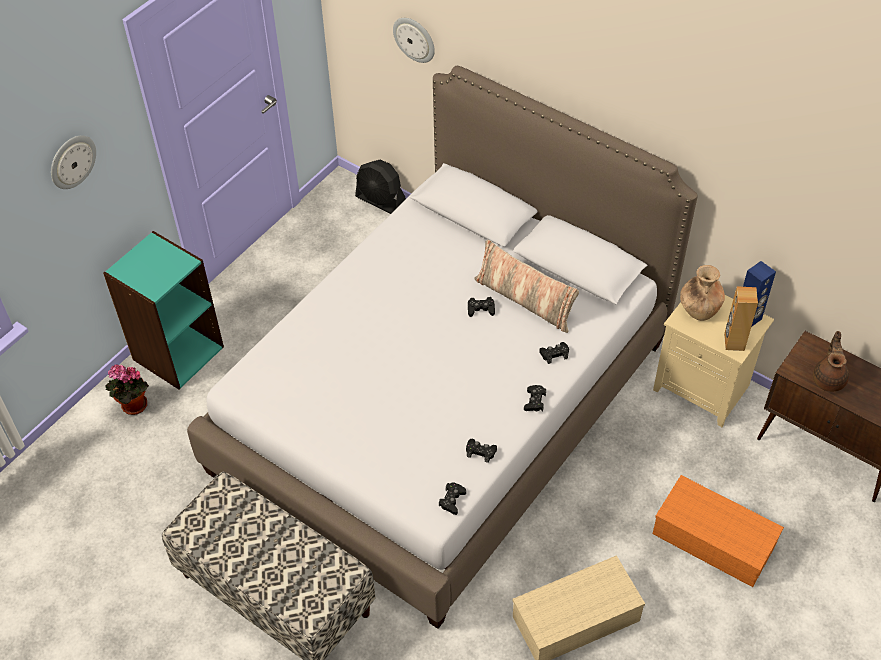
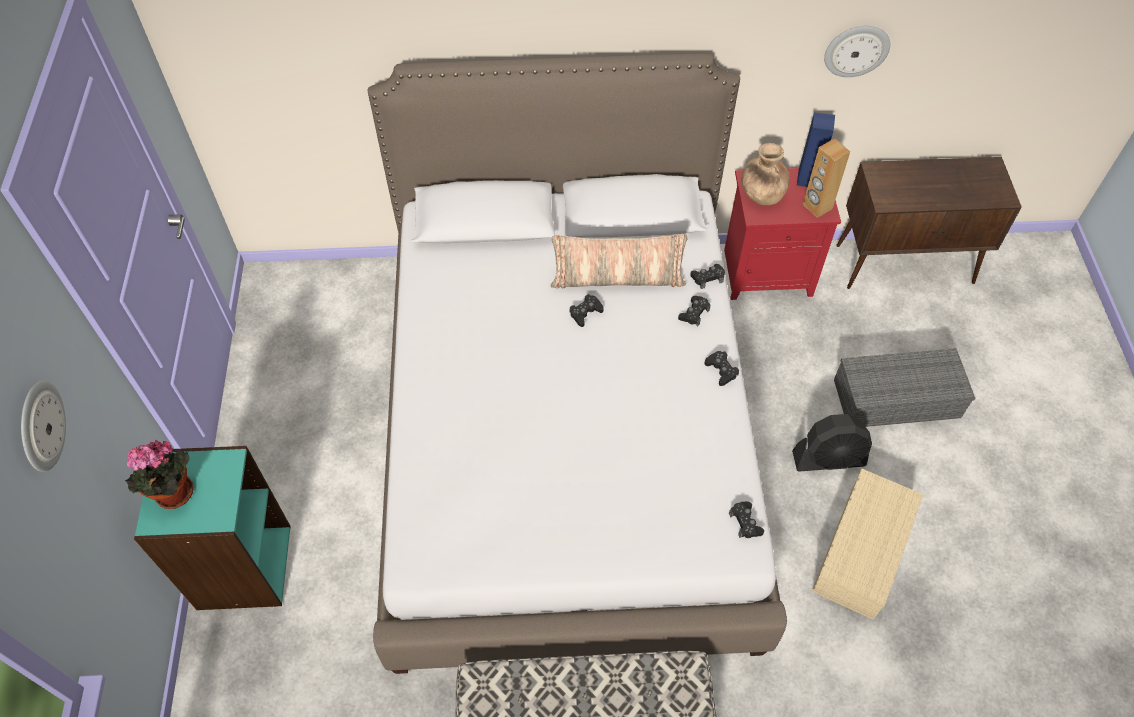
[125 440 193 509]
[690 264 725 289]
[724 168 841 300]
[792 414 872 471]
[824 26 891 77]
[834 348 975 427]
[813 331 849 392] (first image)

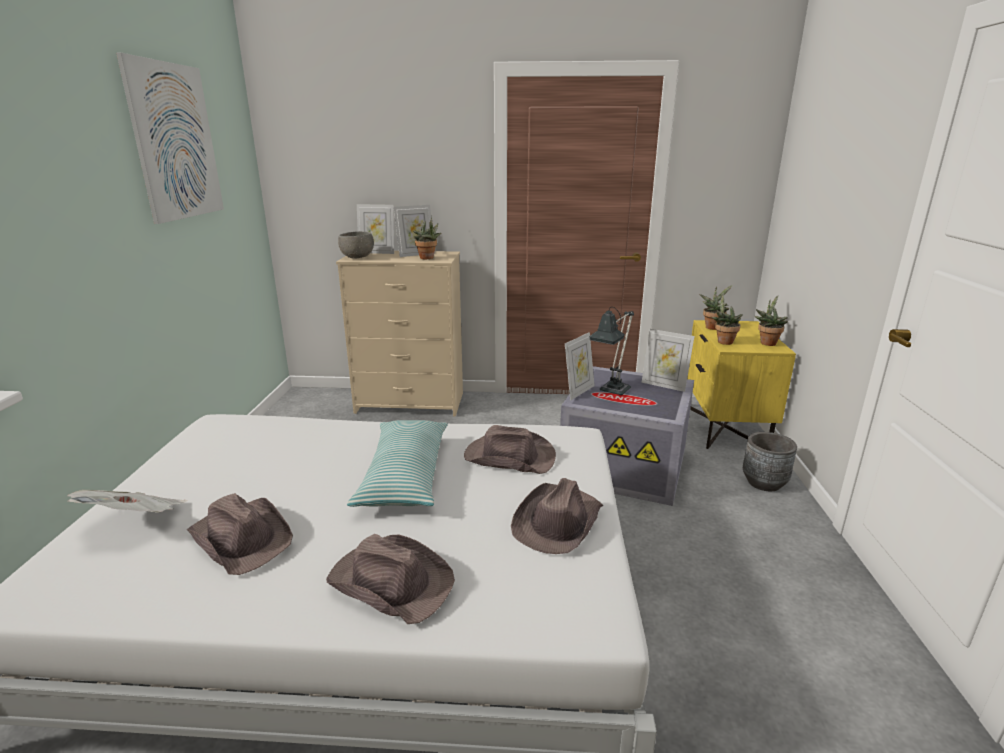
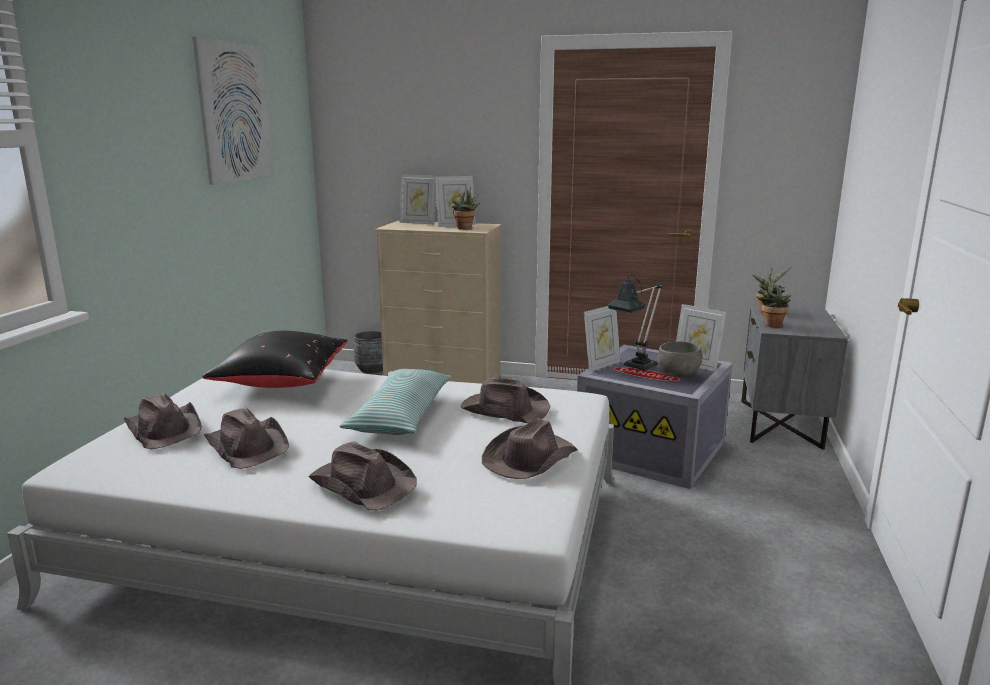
[124 393 202 449]
[202 331 348 388]
[353 330 383 373]
[658 341 702 378]
[741 305 848 450]
[755 296 788 346] (first image)

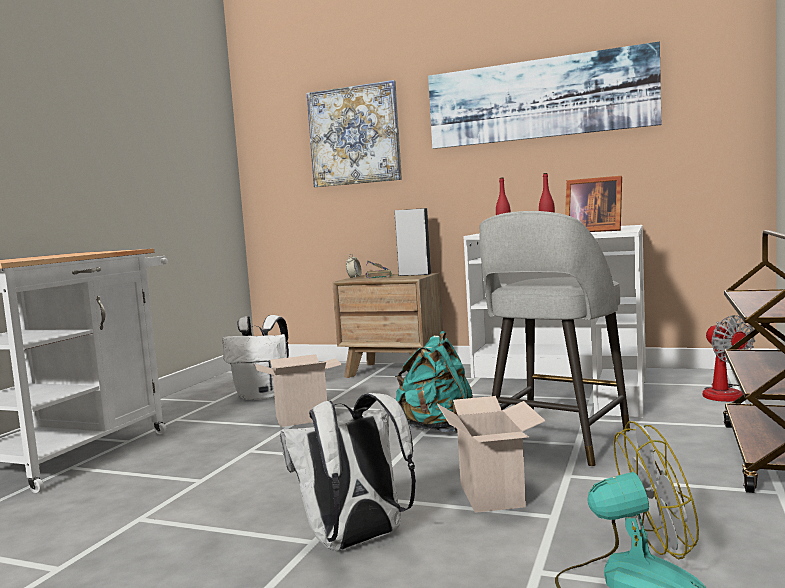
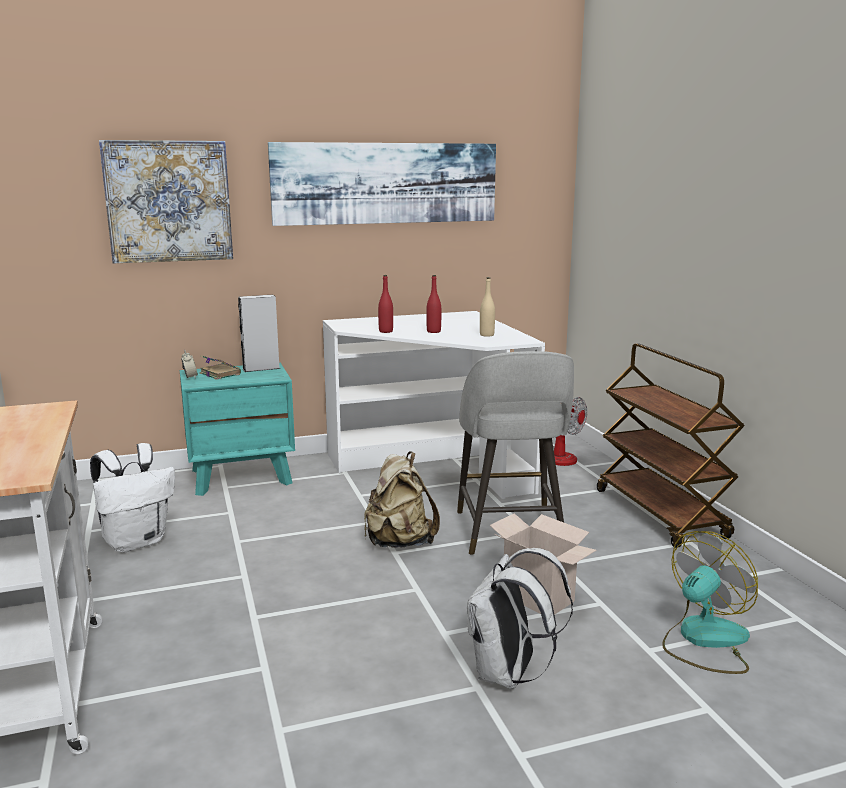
[180 363 295 496]
[364 451 440 548]
[480 277 495 337]
[255 354 342 427] (first image)

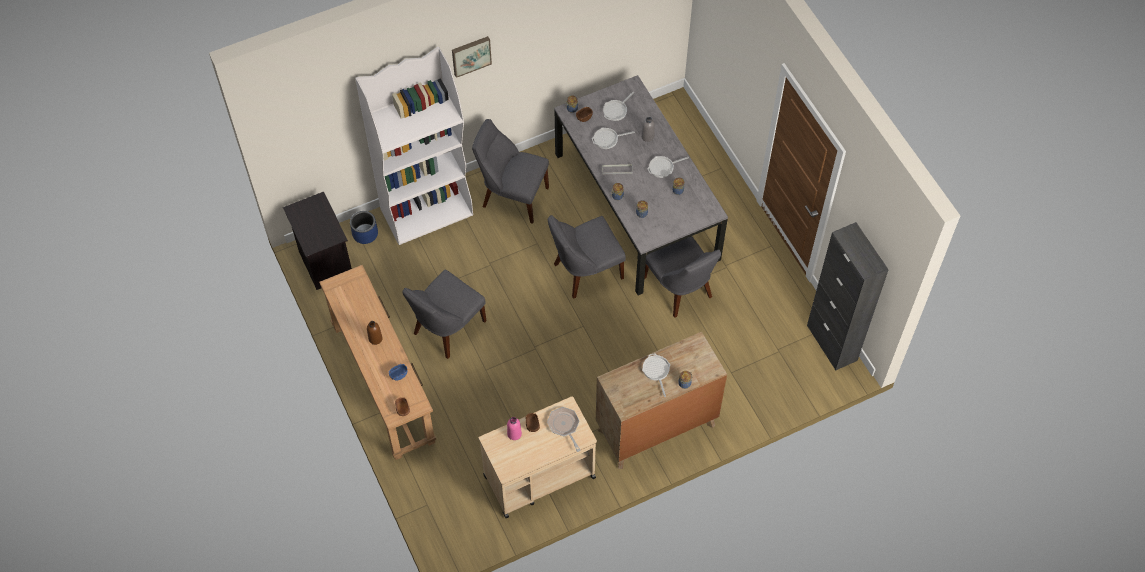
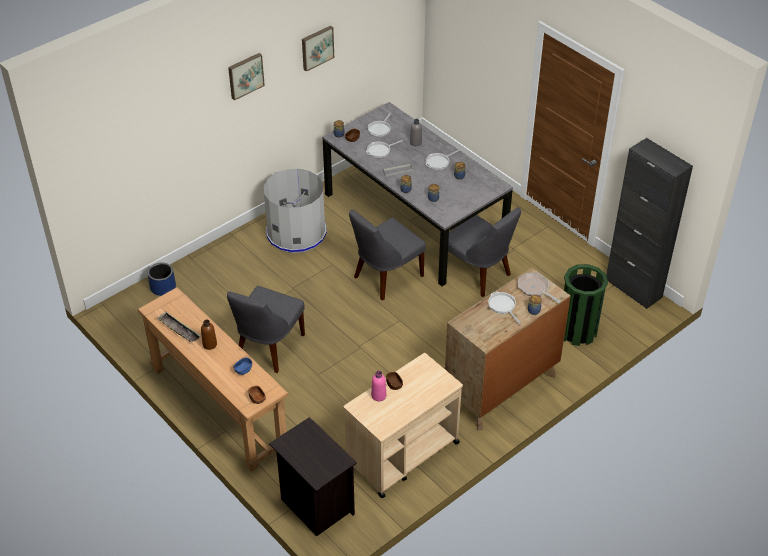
[157 312 201 342]
[264 169 327 253]
[269 417 357 536]
[302 26 334 72]
[518 273 561 303]
[564 264 608 346]
[355 47 473 245] (first image)

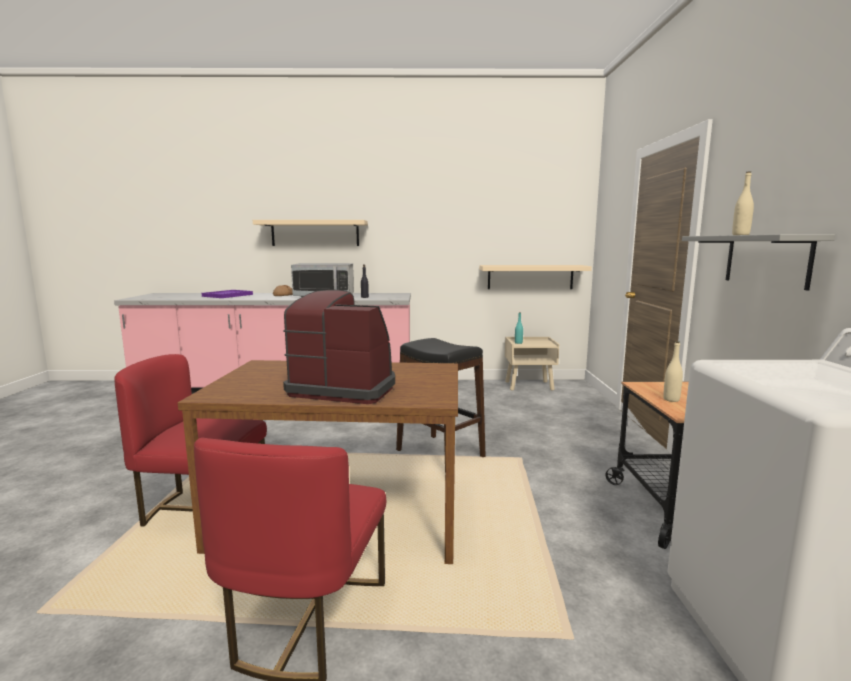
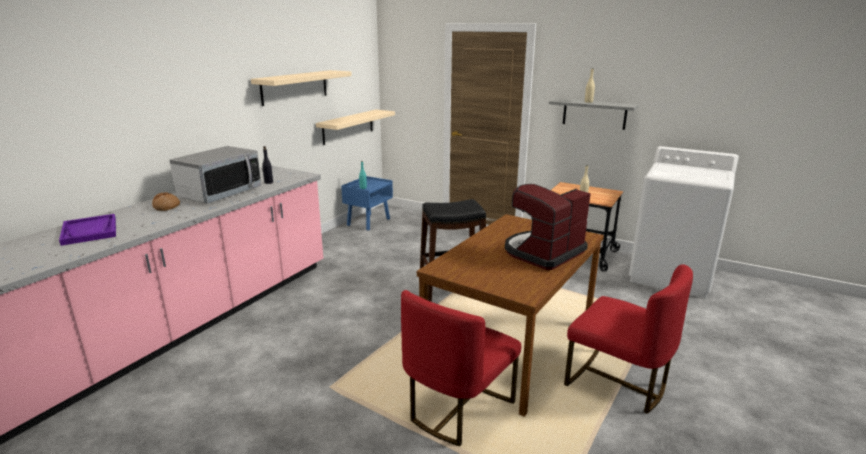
[251 70 352 106]
[341 176 393 230]

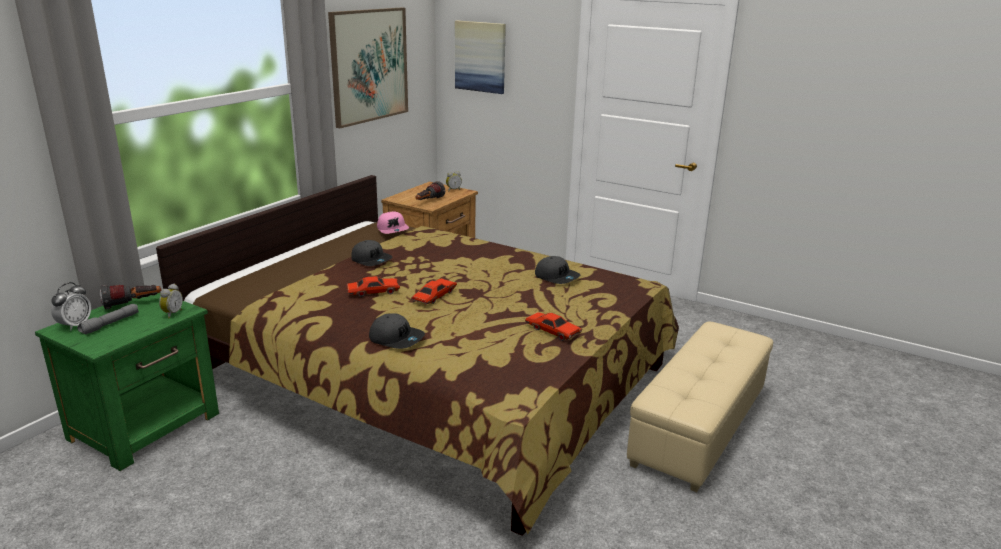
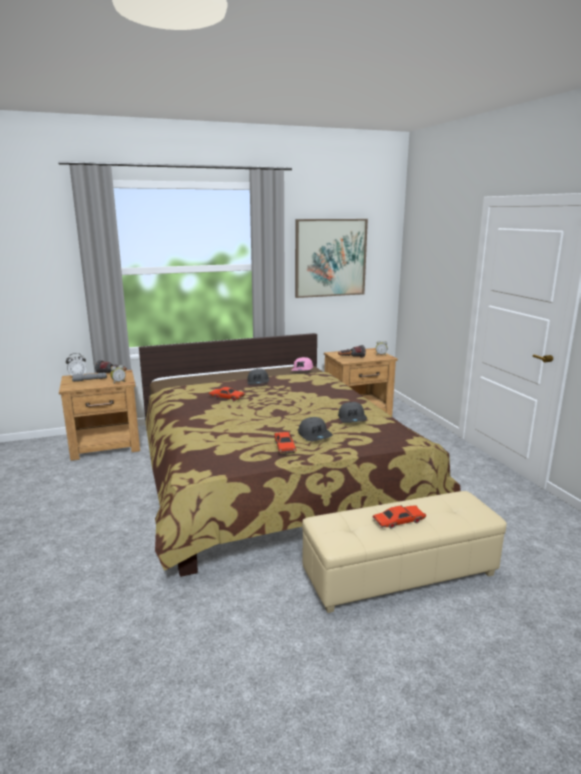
[59 370 140 461]
[298 417 332 441]
[373 505 426 529]
[455 20 506 94] (first image)

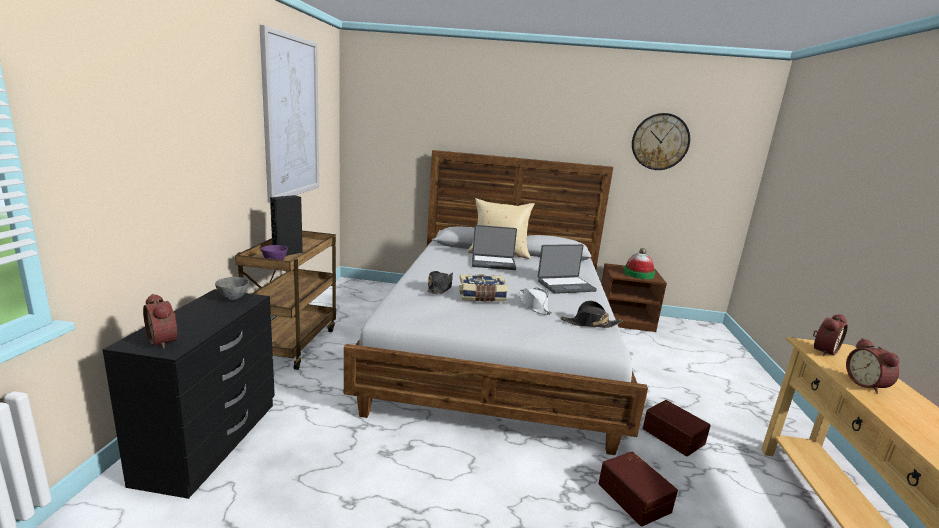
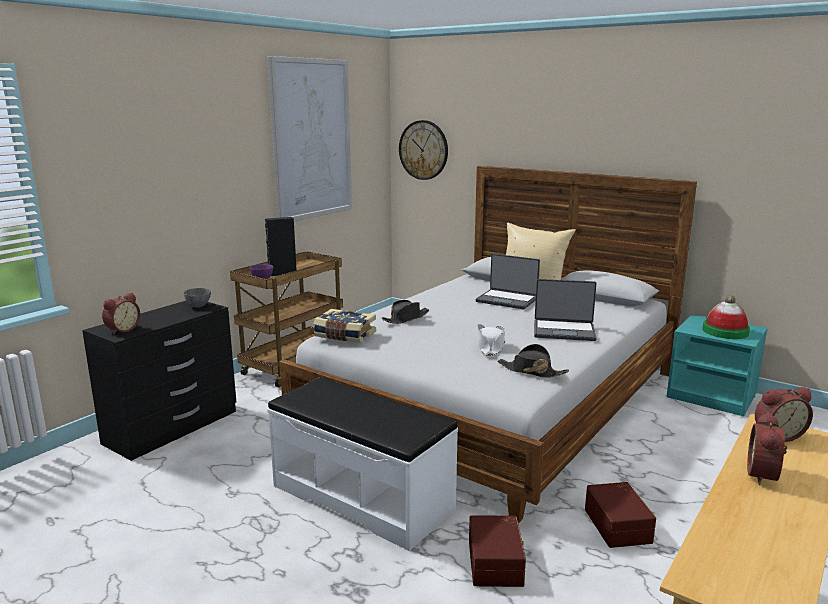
[102 292 140 335]
[267 377 458 551]
[313 309 376 343]
[399 120 448 180]
[667 315 768 417]

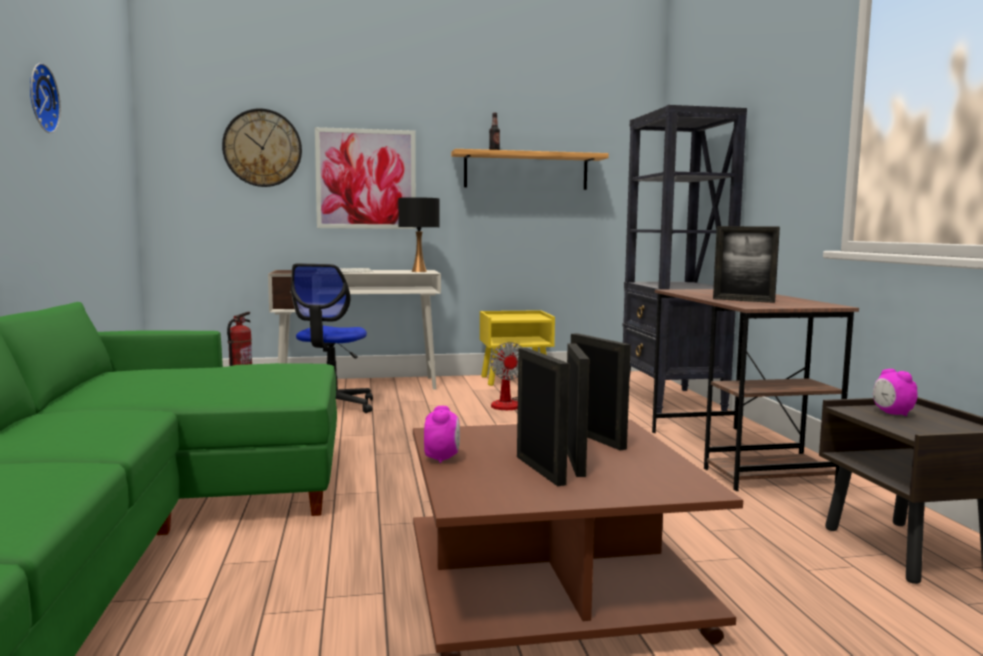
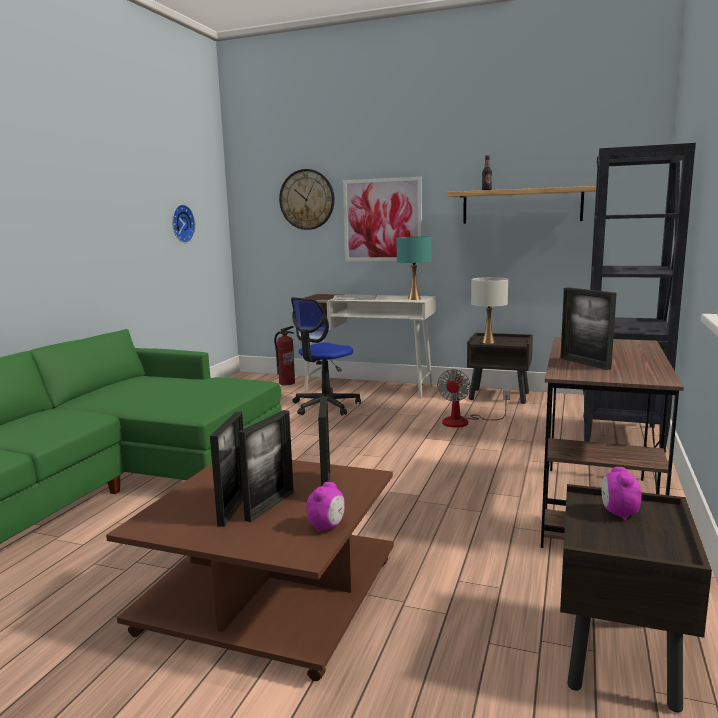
[172 204 195 243]
[306 482 345 533]
[397 236 431 300]
[467 333 533 404]
[471 277 508 344]

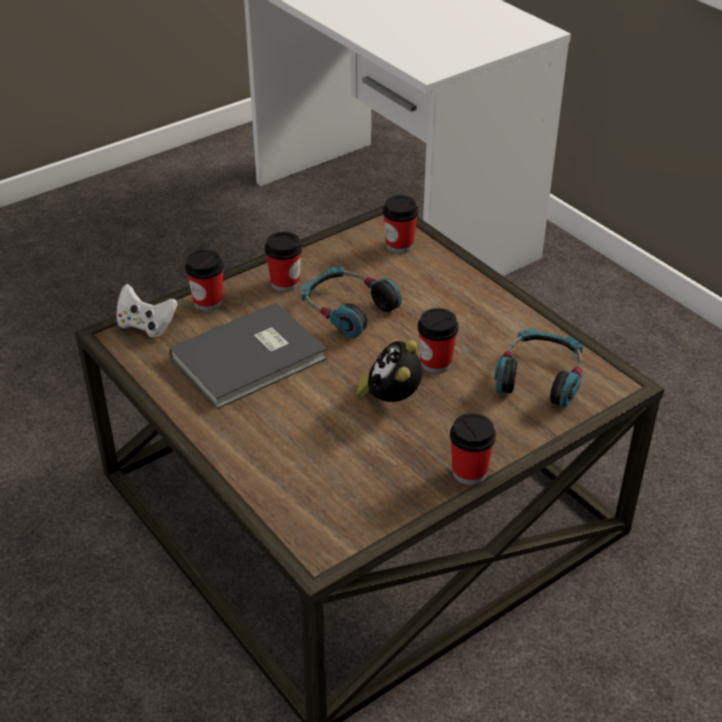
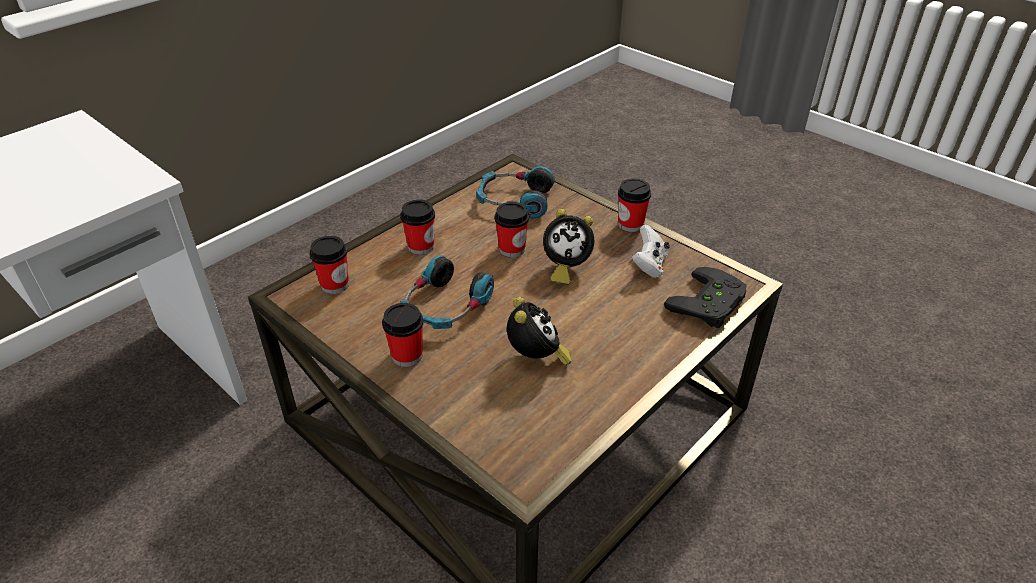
[400 199 435 255]
[507 297 572 366]
[632 224 670 278]
[664 267 747 328]

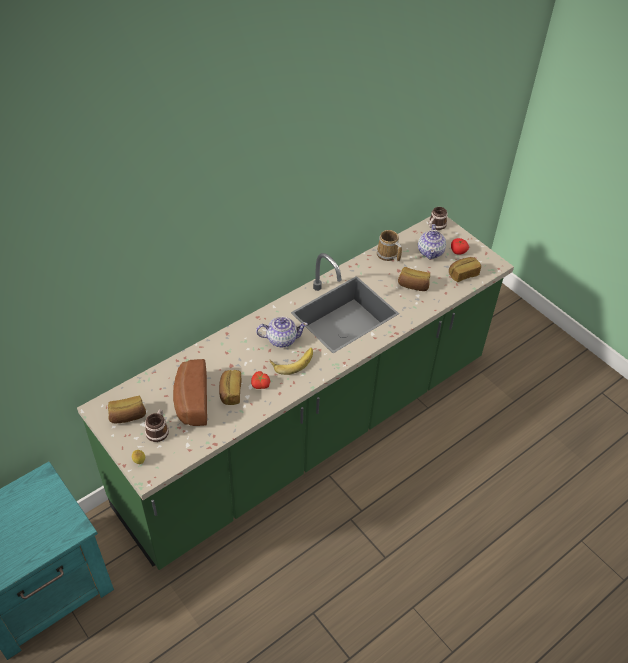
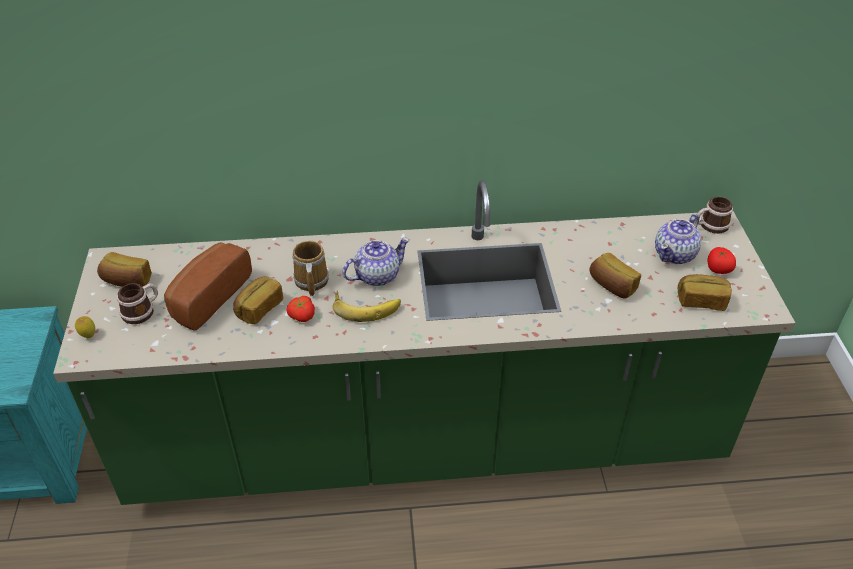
[292 241 329 296]
[342 238 410 286]

